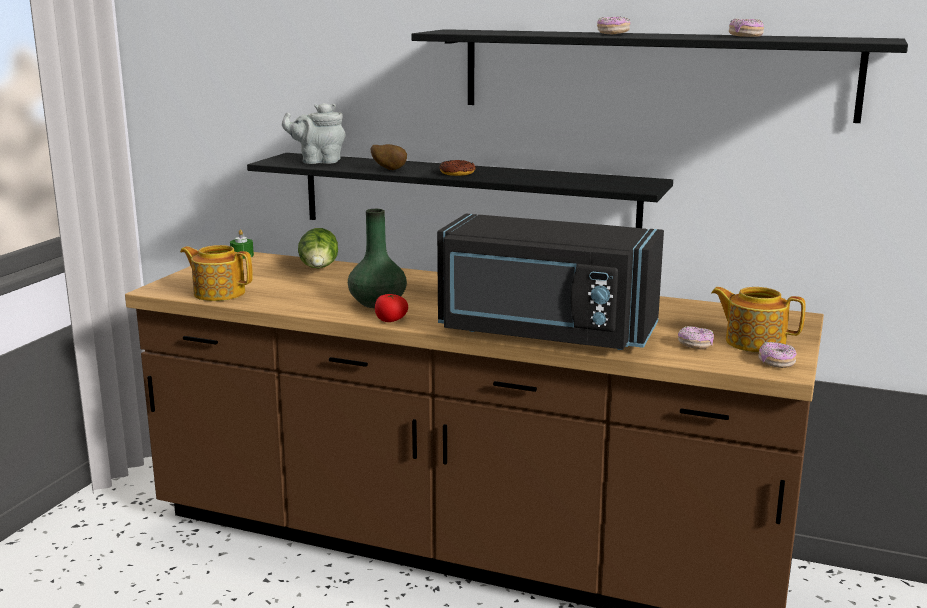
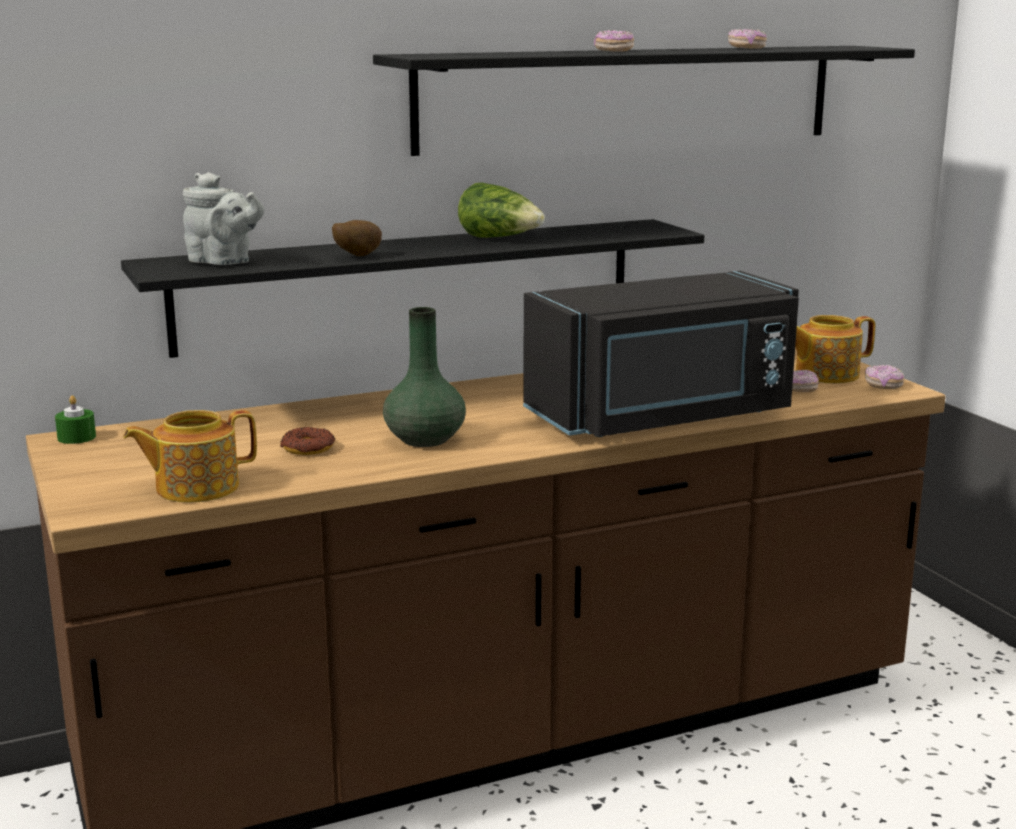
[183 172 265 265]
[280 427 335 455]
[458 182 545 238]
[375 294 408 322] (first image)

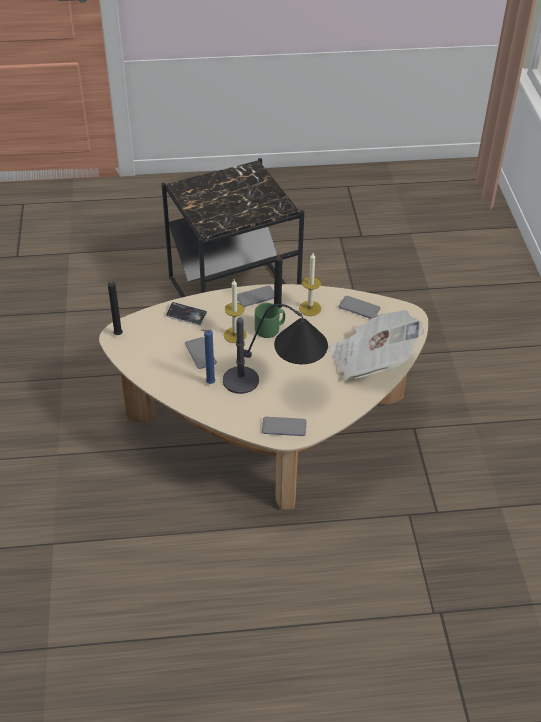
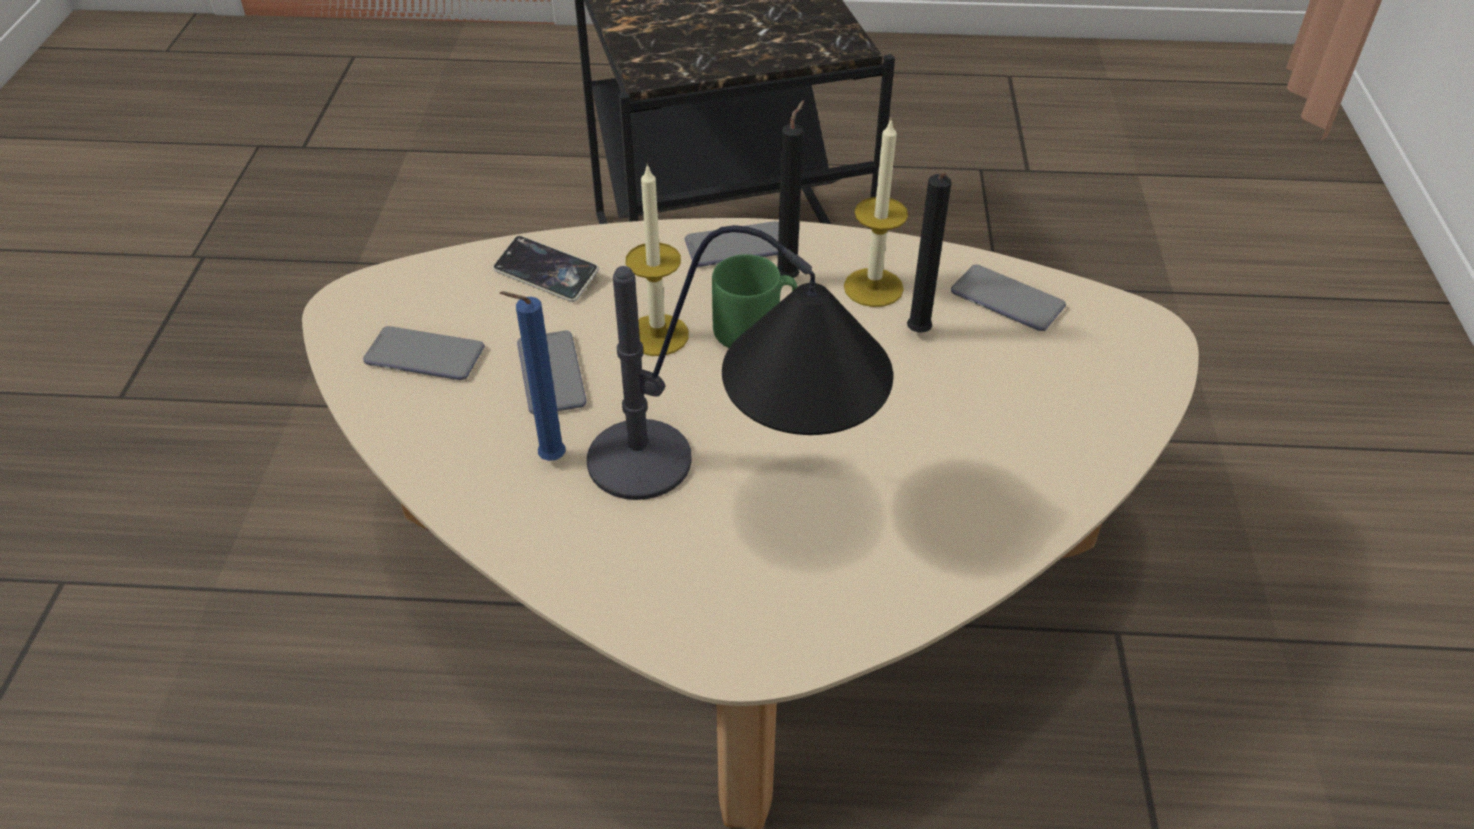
[363 326 485 380]
[907 172 952 333]
[329 310 424 380] (first image)

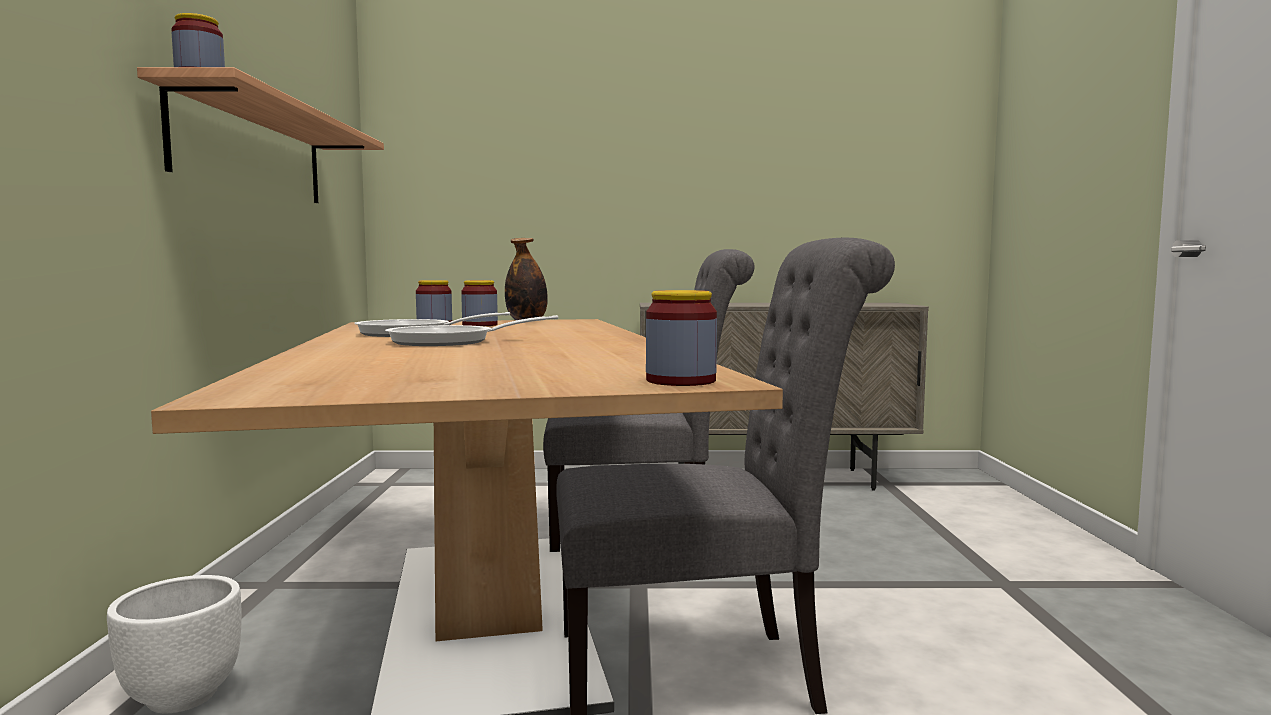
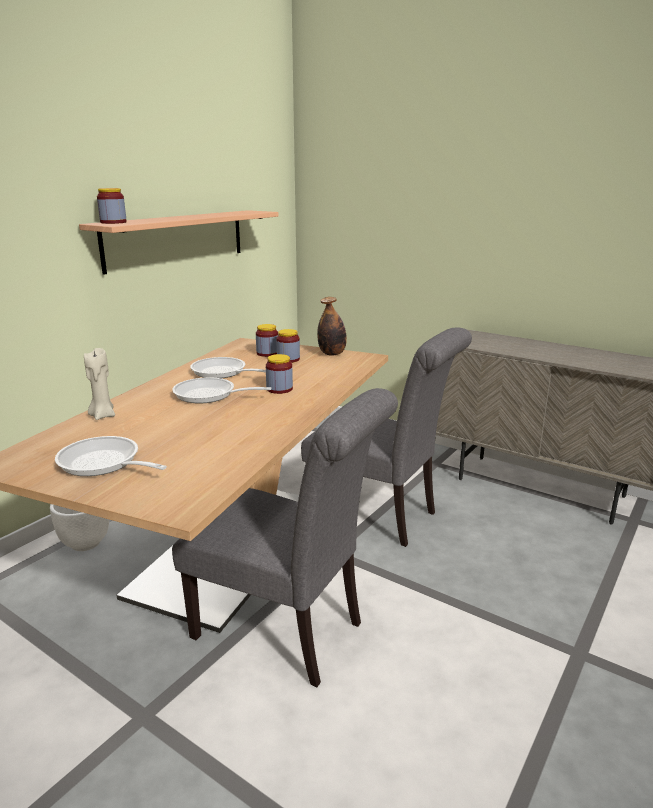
[55 436 167 476]
[84 348 115 420]
[266 354 293 394]

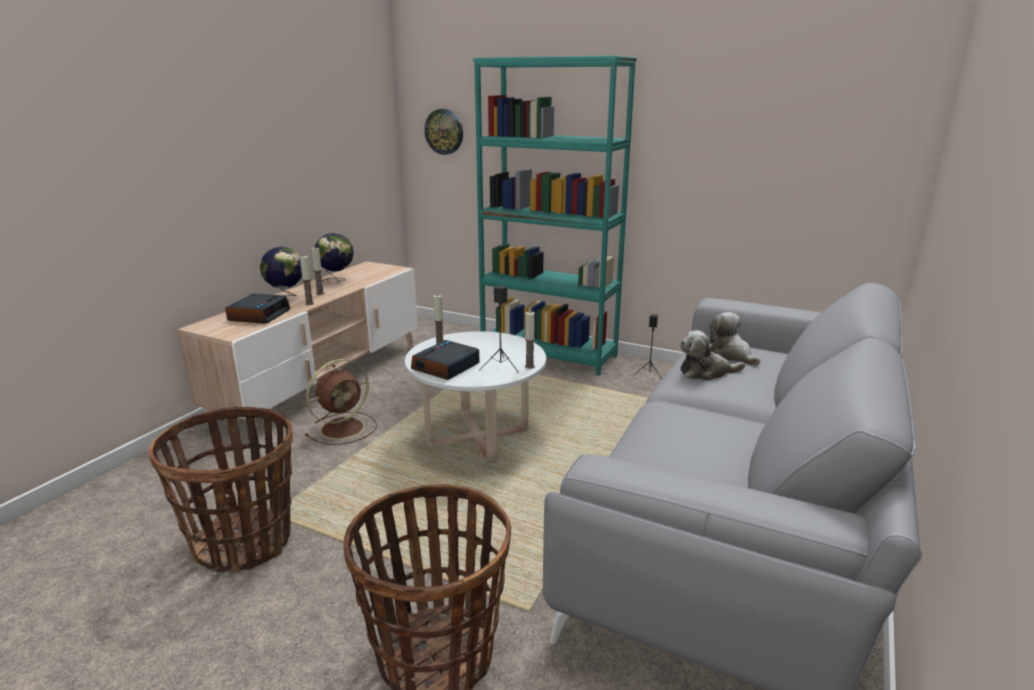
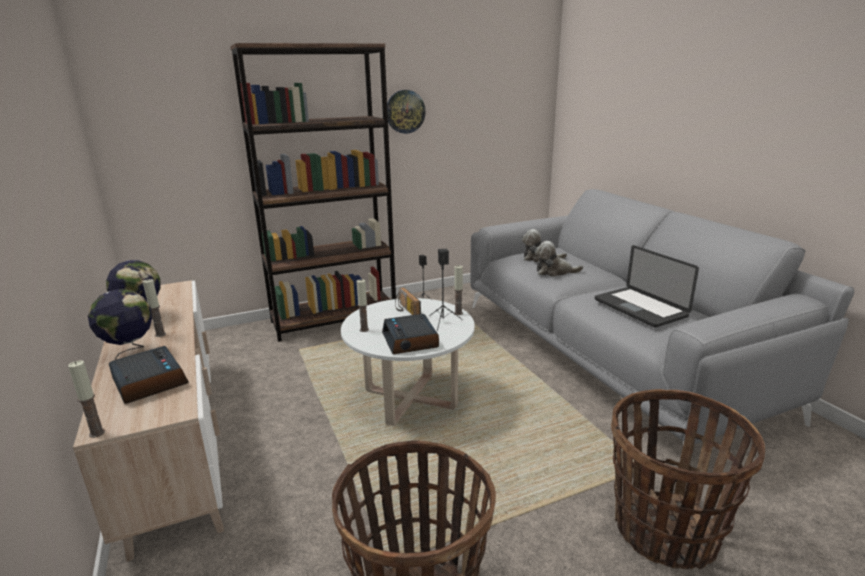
[68 360 105 438]
[230 43 396 342]
[387 90 426 134]
[395 287 421 315]
[535 241 583 277]
[595 245 699 328]
[305 359 377 445] (first image)

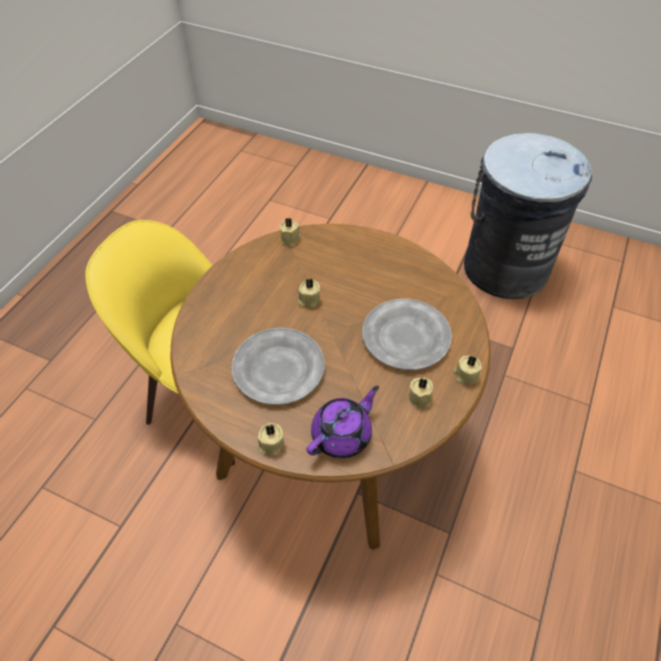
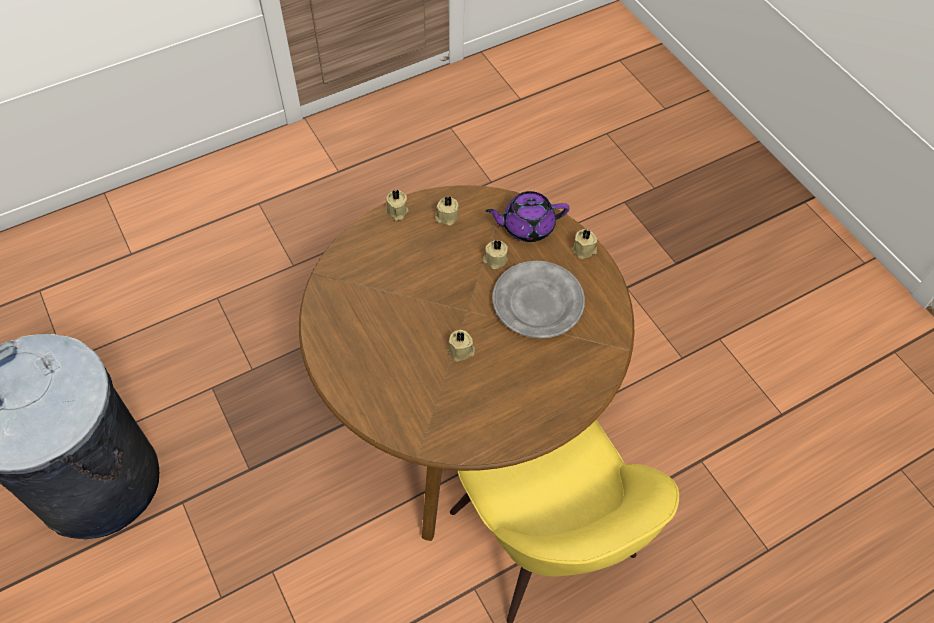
[483 240 508 269]
[362 299 452 370] (first image)

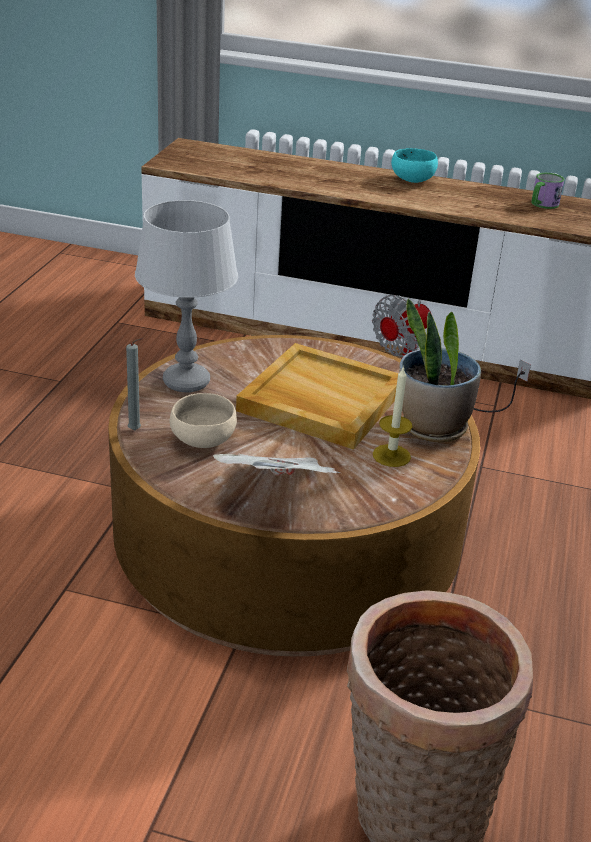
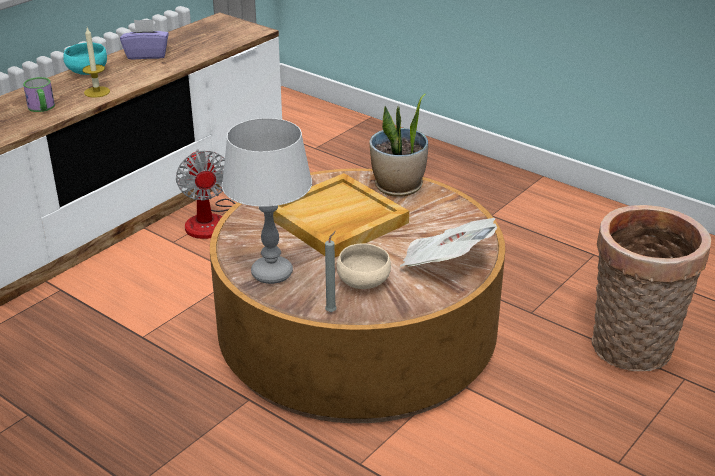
[23 77 55 112]
[82 28 110 98]
[120 19 169 59]

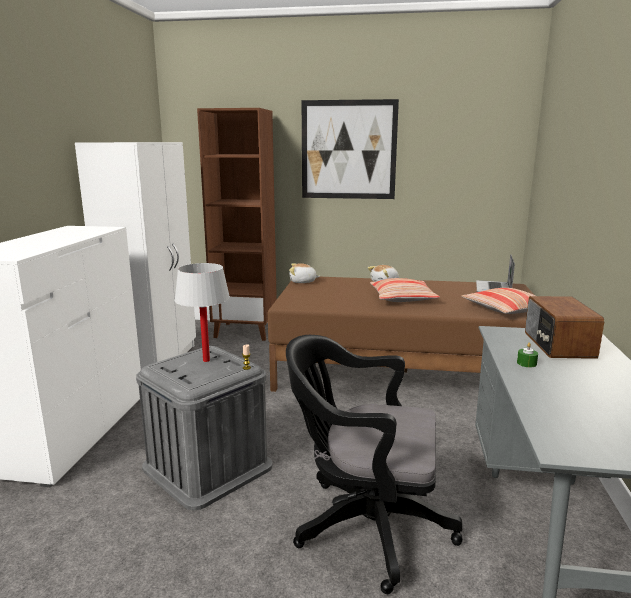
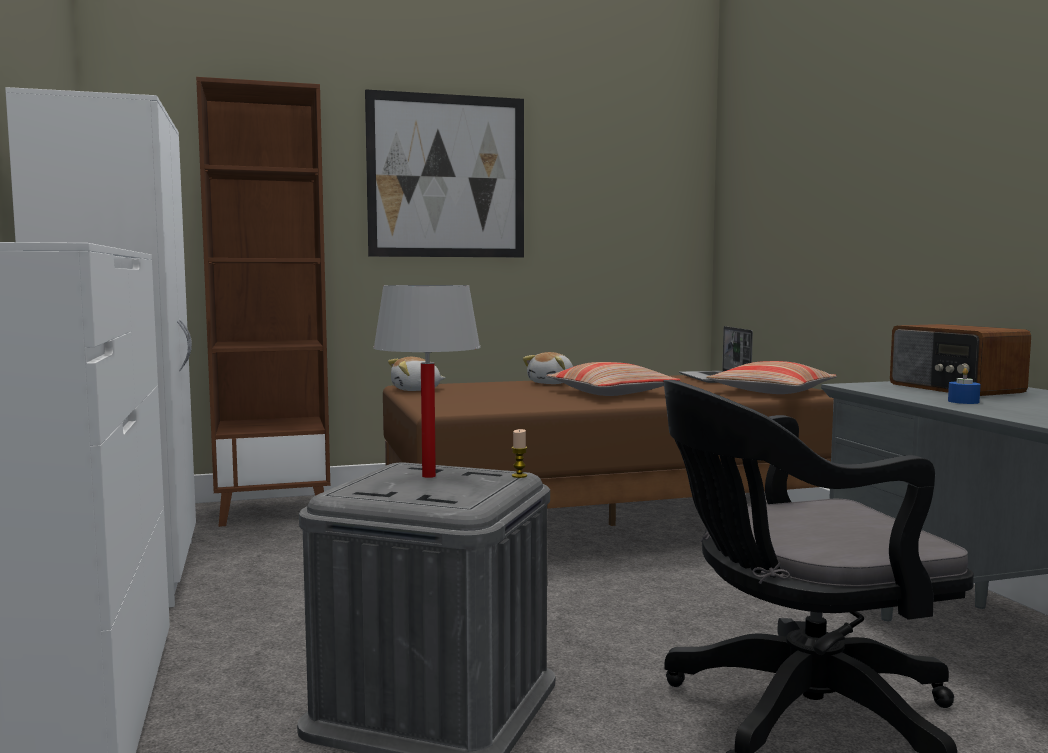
[948 368 981 404]

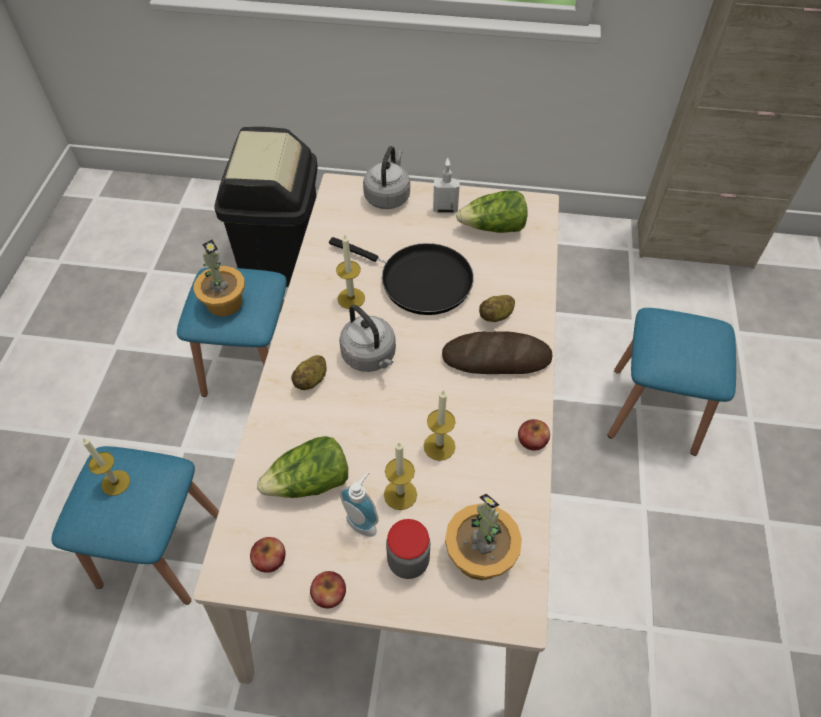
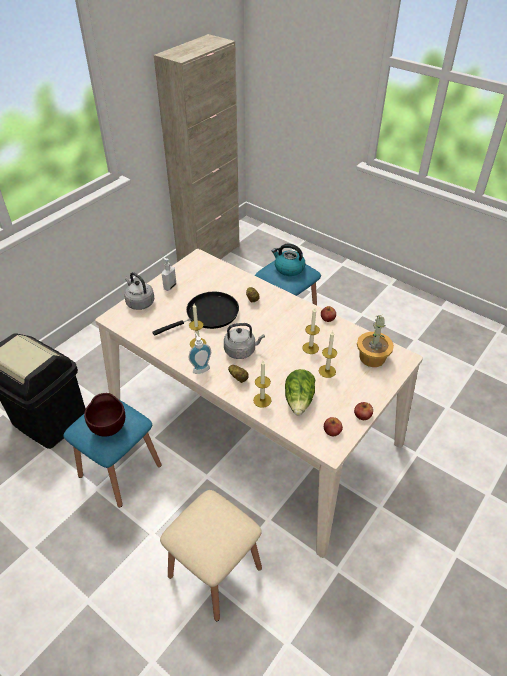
[84 393 125 437]
[160 490 262 621]
[189 332 211 374]
[253 360 272 408]
[272 244 305 276]
[386 519 430 579] (first image)
[442 331 552 374] (first image)
[456 190 528 233] (first image)

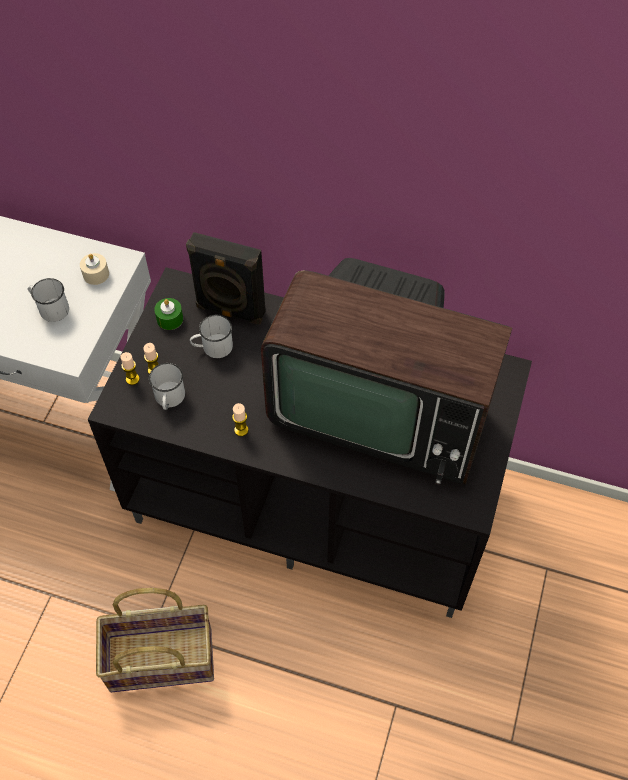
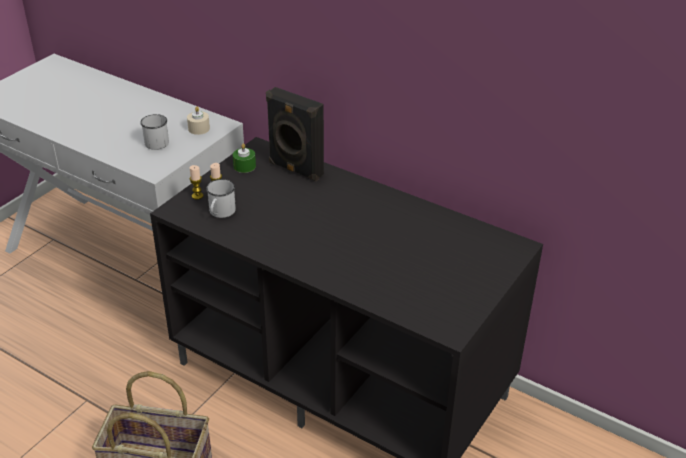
[190 315 233 358] (first image)
[232 403 249 436] (first image)
[261 258 512 485] (first image)

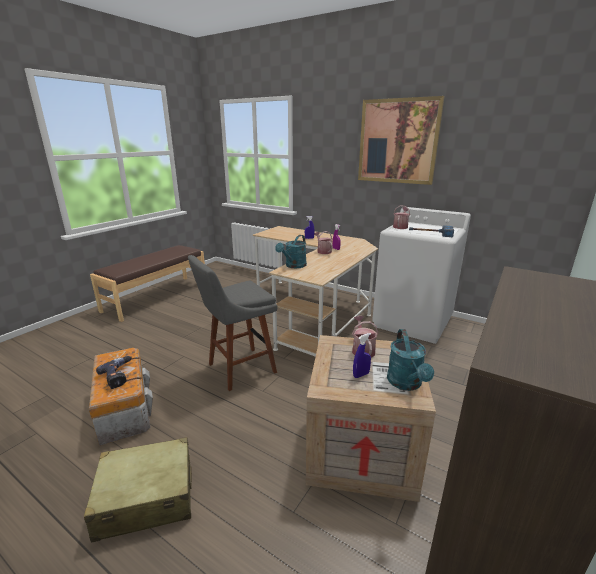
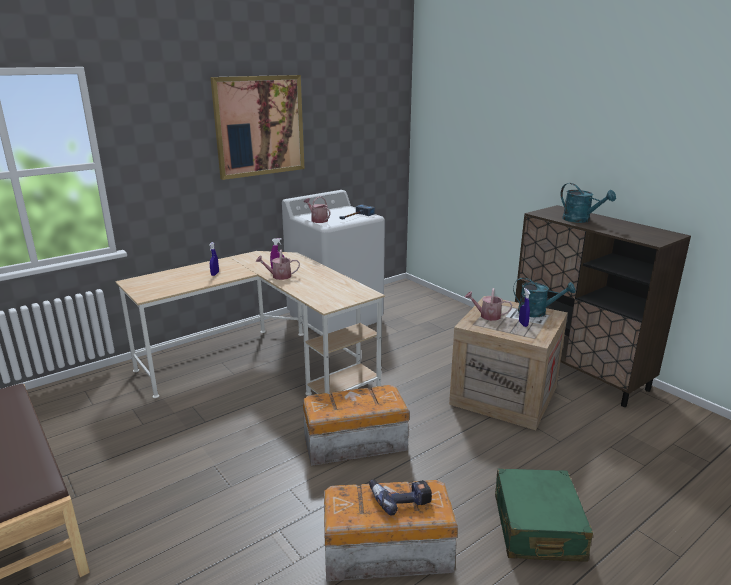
[303 385 409 466]
[495 468 593 562]
[561 183 616 223]

